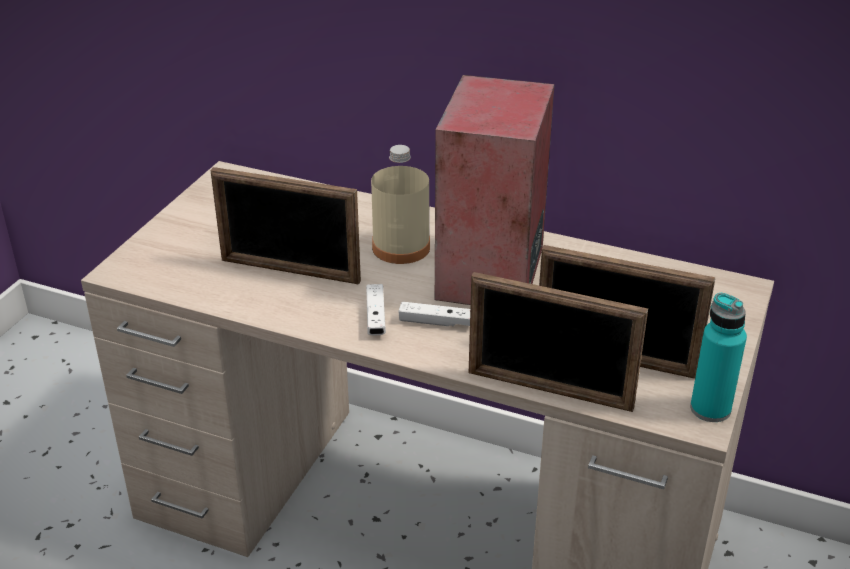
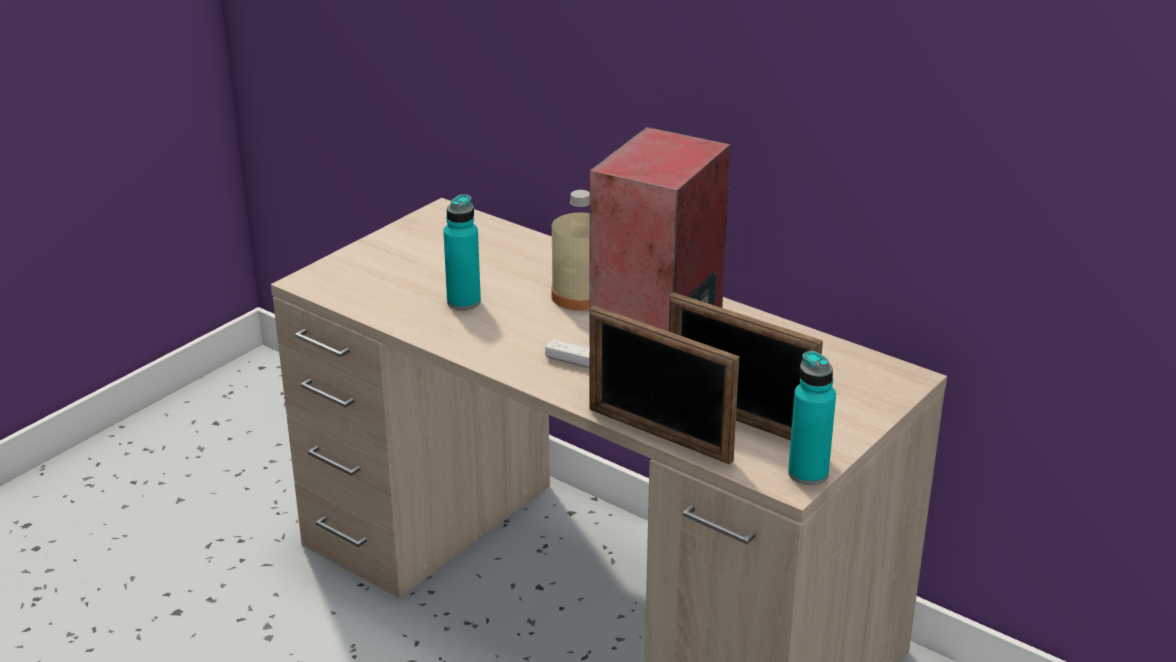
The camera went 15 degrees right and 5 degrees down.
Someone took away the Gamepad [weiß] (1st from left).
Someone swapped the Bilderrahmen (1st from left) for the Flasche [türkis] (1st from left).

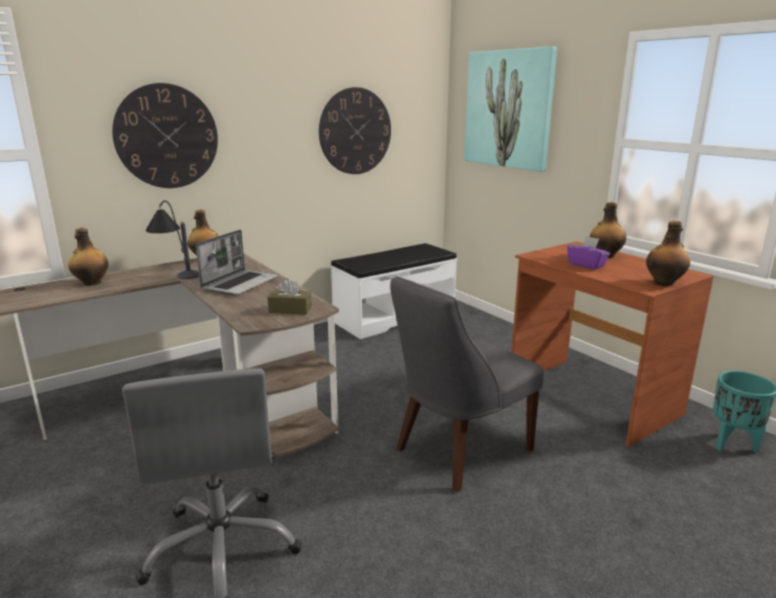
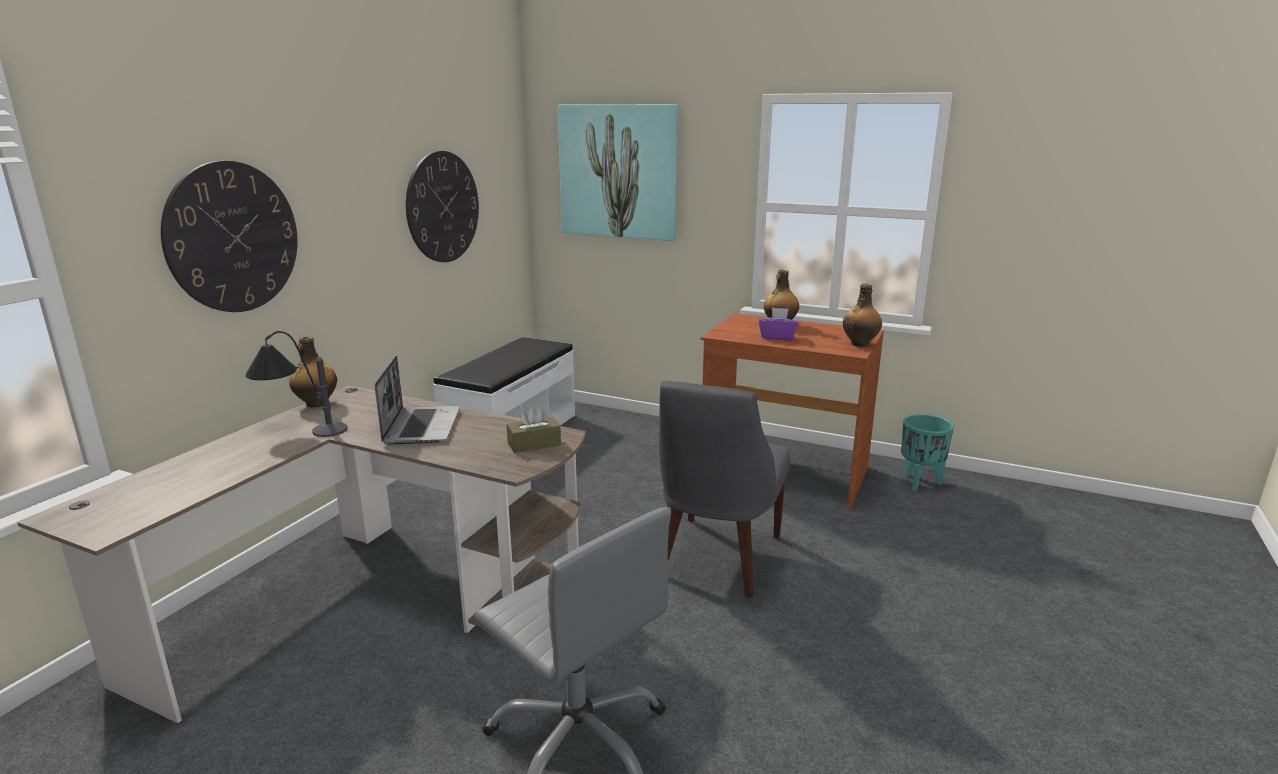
The camera went 30 degrees left and 0 degrees up.
Someone took away the Flasche (1st from left).

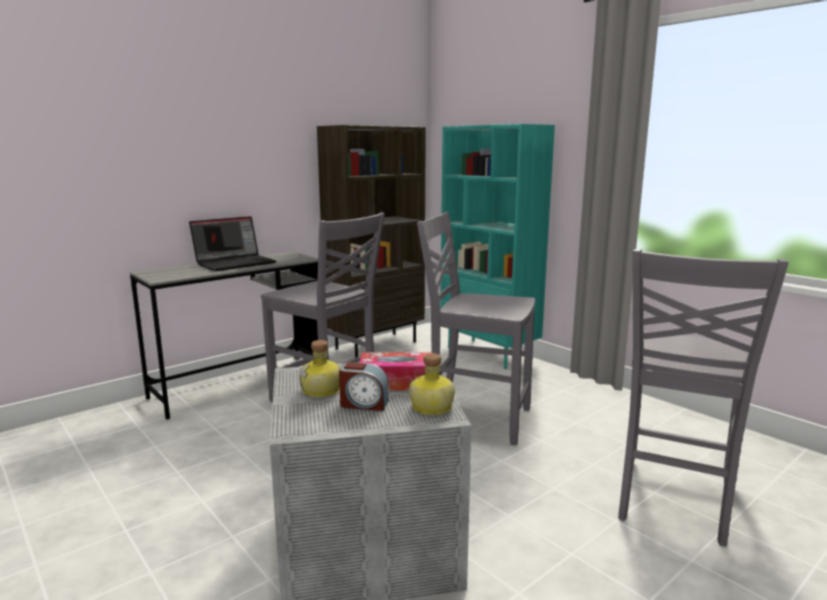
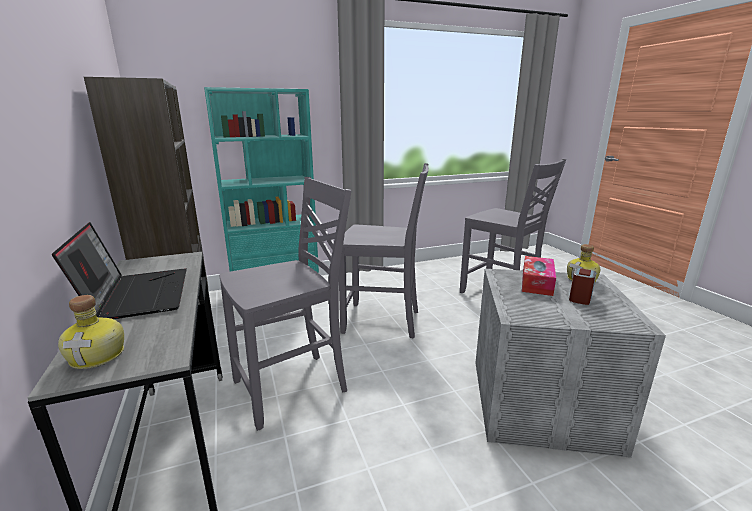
The camera went 70 degrees left and 5 degrees up.
Someone carried the Flasche (1st from left).
Someone rotated the Stuhl [grau] (2nd from left) by 120 degrees counterclockwise.

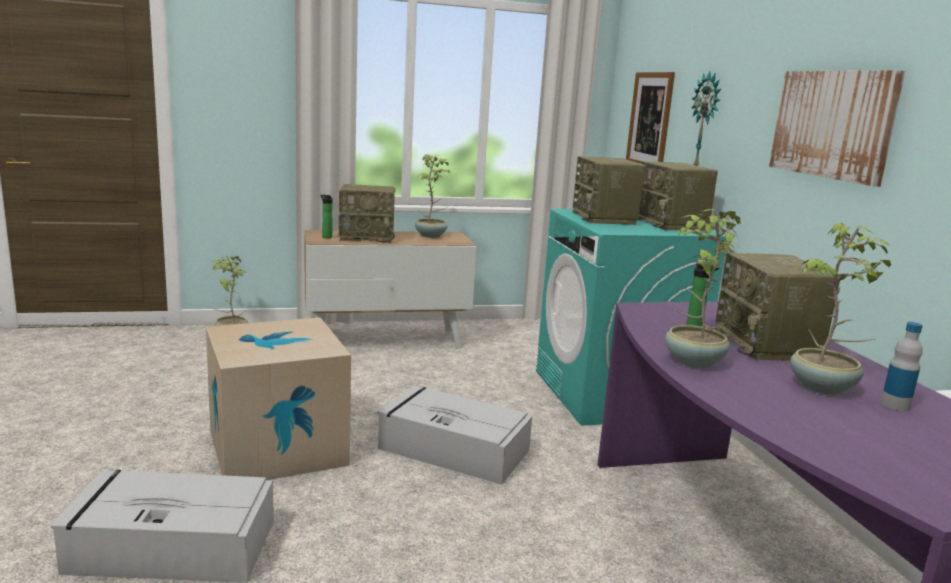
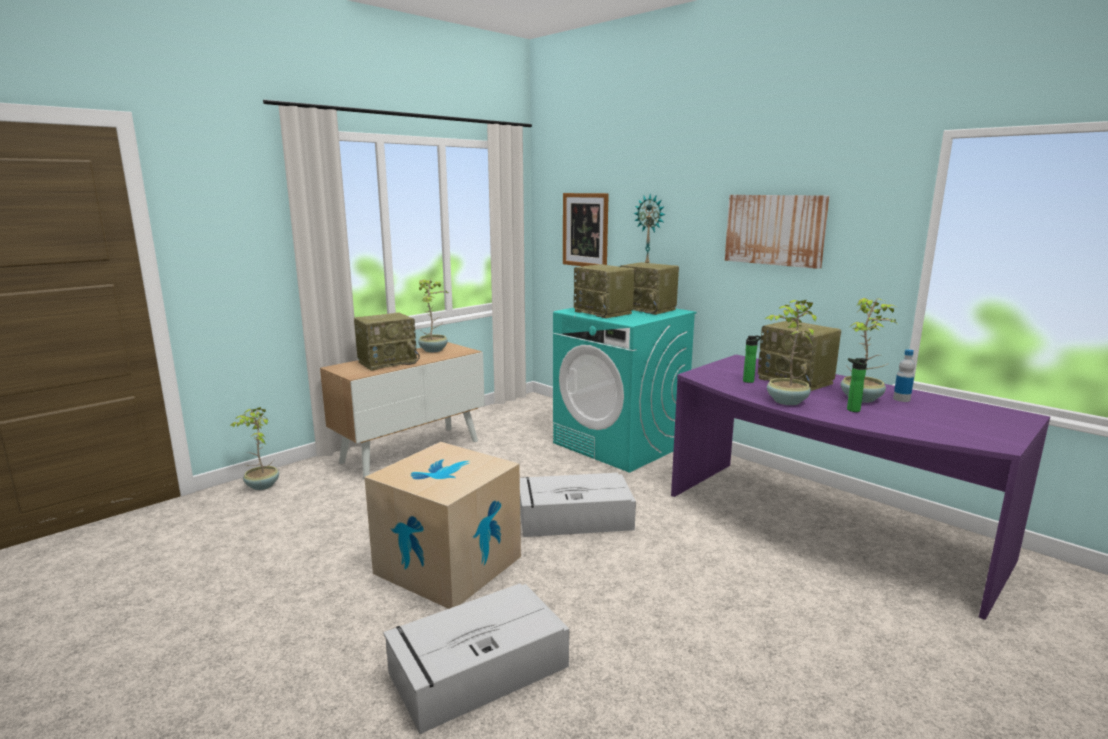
The camera went 30 degrees left and 0 degrees up.
Someone carried the Flasche (1st from left in the first image).

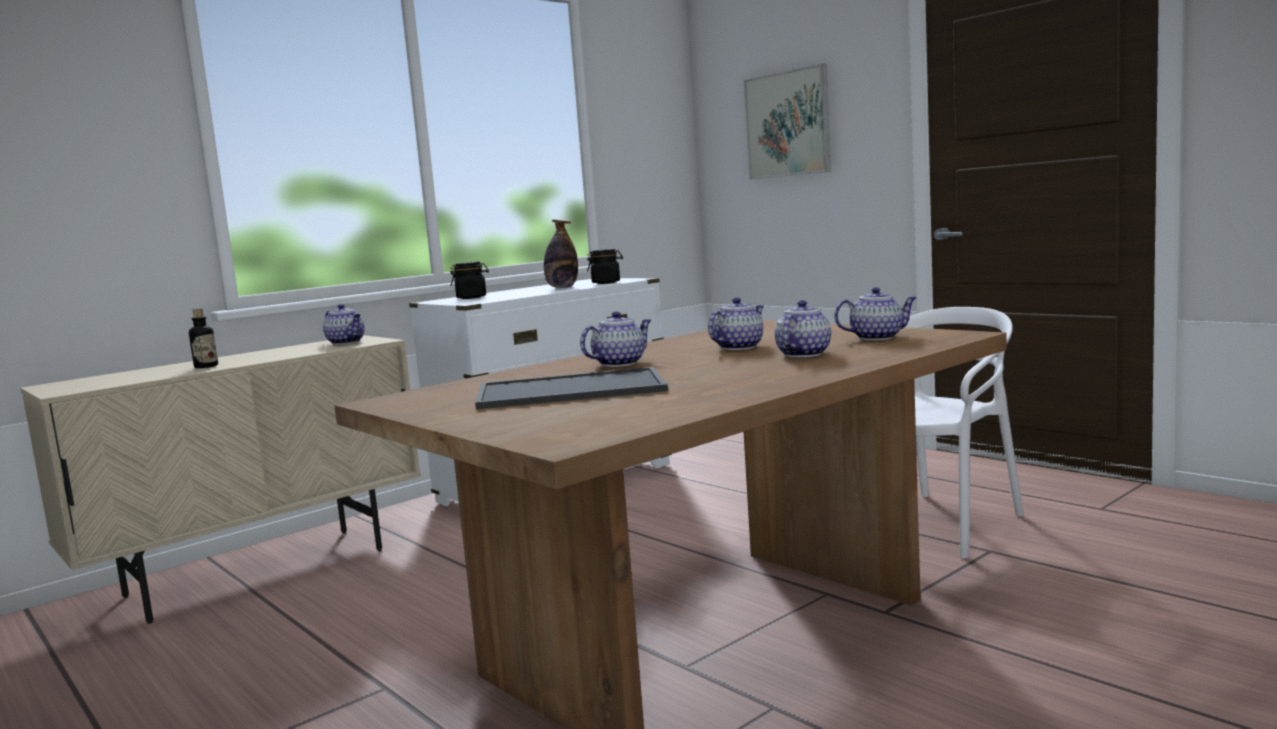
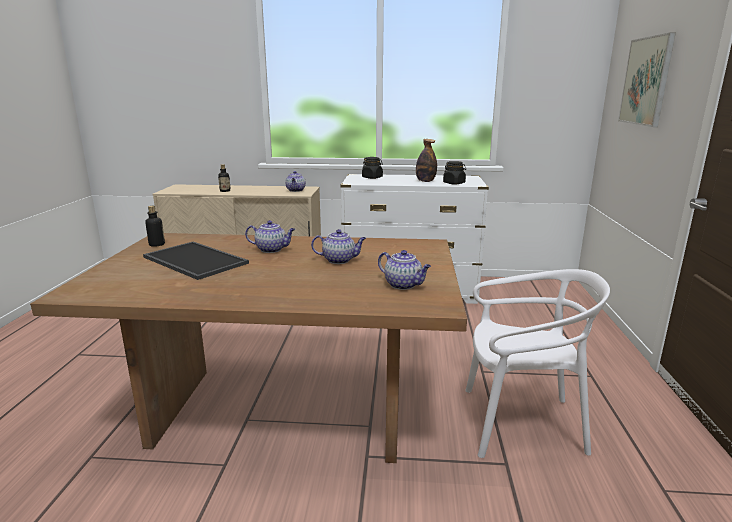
The camera went 45 degrees right and 10 degrees up.
Someone took away the Teekanne (4th from left).
Someone put down the Flasche (1st from left).

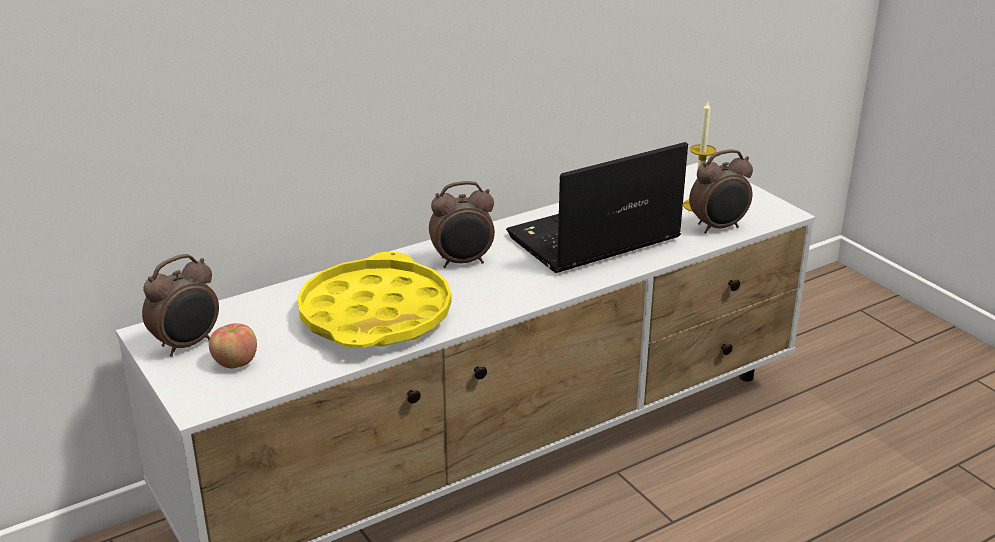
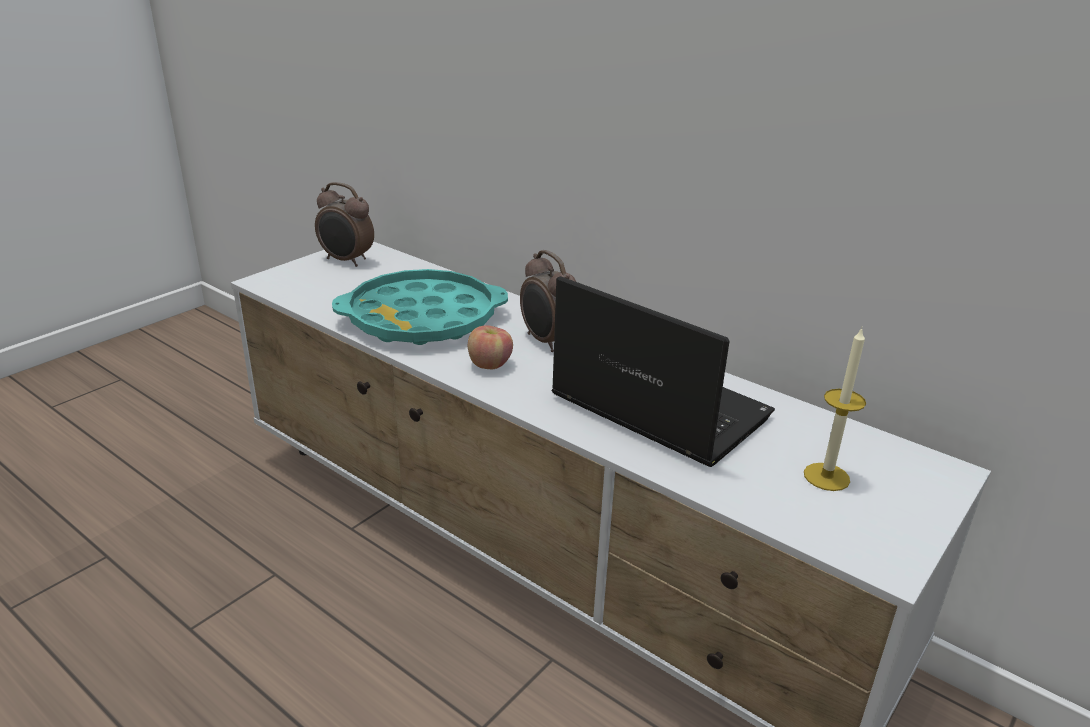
The camera went 70 degrees right and 0 degrees up.
Someone took away the Wecker (3rd from left).
Someone carried the Apfel.
Someone repainted the Tablett [gelb], which became the Tablett [türkis].

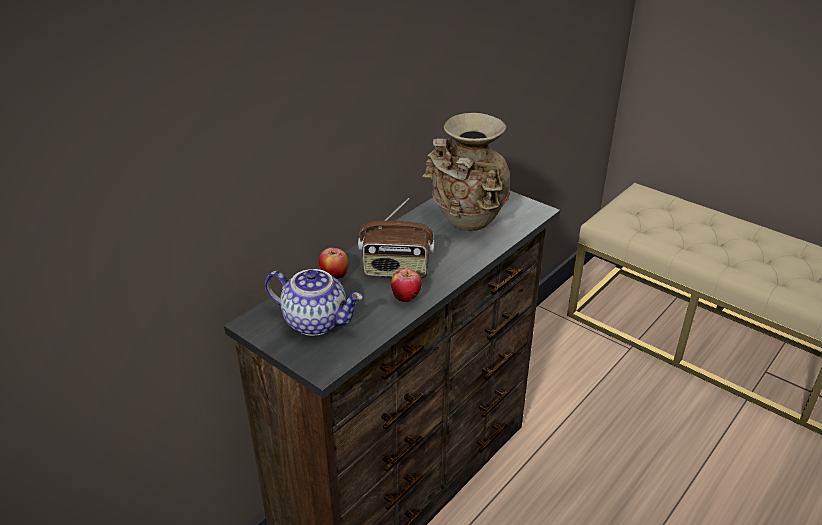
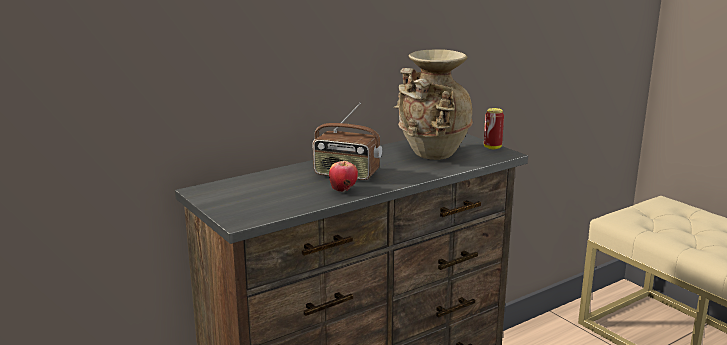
The camera went 15 degrees right and 15 degrees down.
Someone took away the Teekanne.
Someone took away the Apfel (1st from left).
Someone put down the Dose.

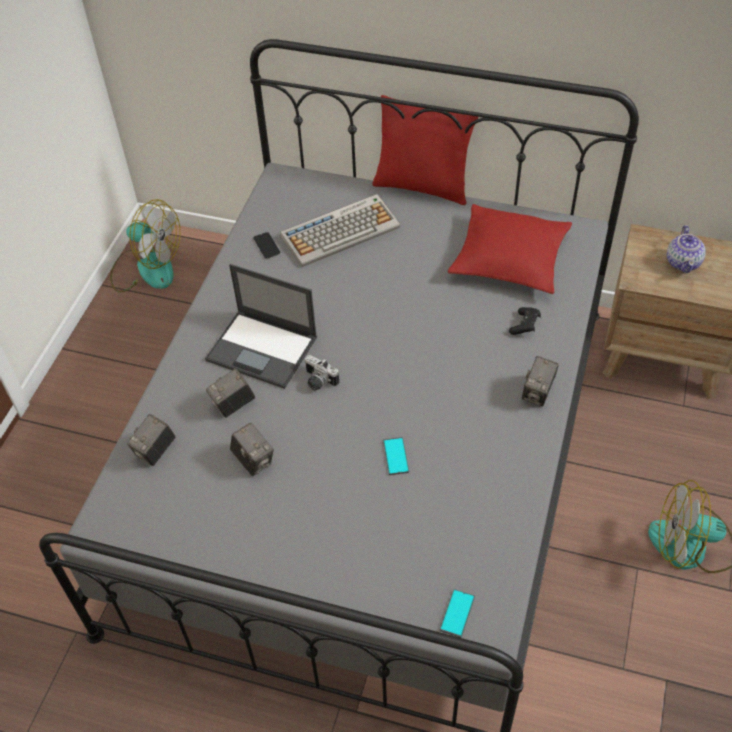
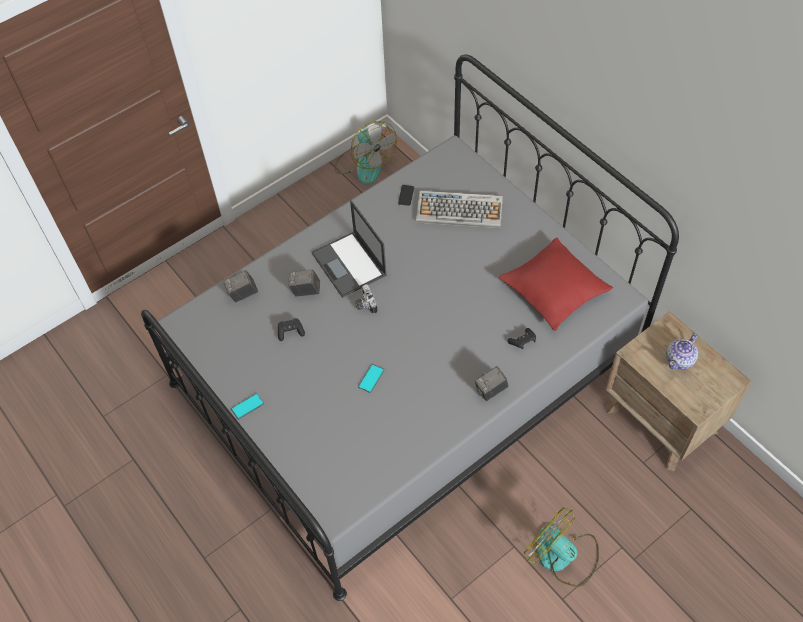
The camera went 35 degrees right and 5 degrees up.
Someone took away the Kissen [rot] (1st from left).
Someone carried the Handy (3rd from left in the first image).
Someone swapped the Kamera (3rd from left) for the Gamepad [schwarz] (1st from left).

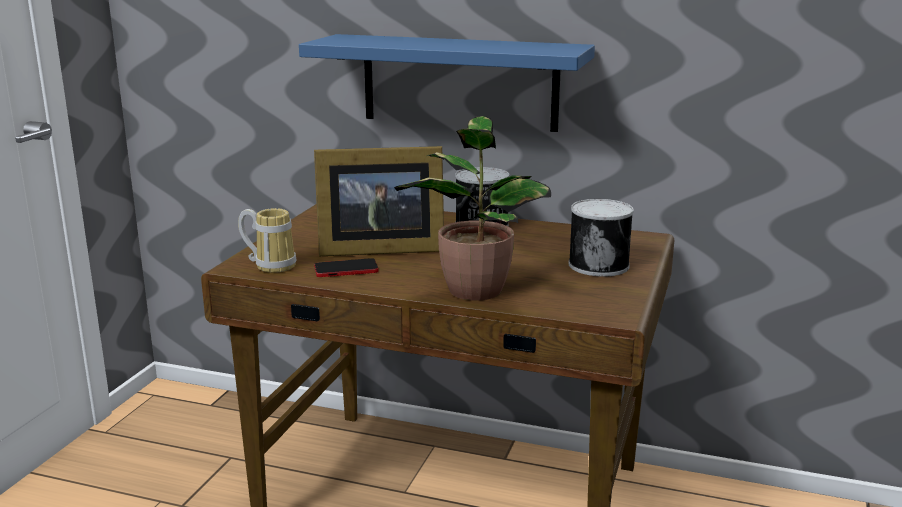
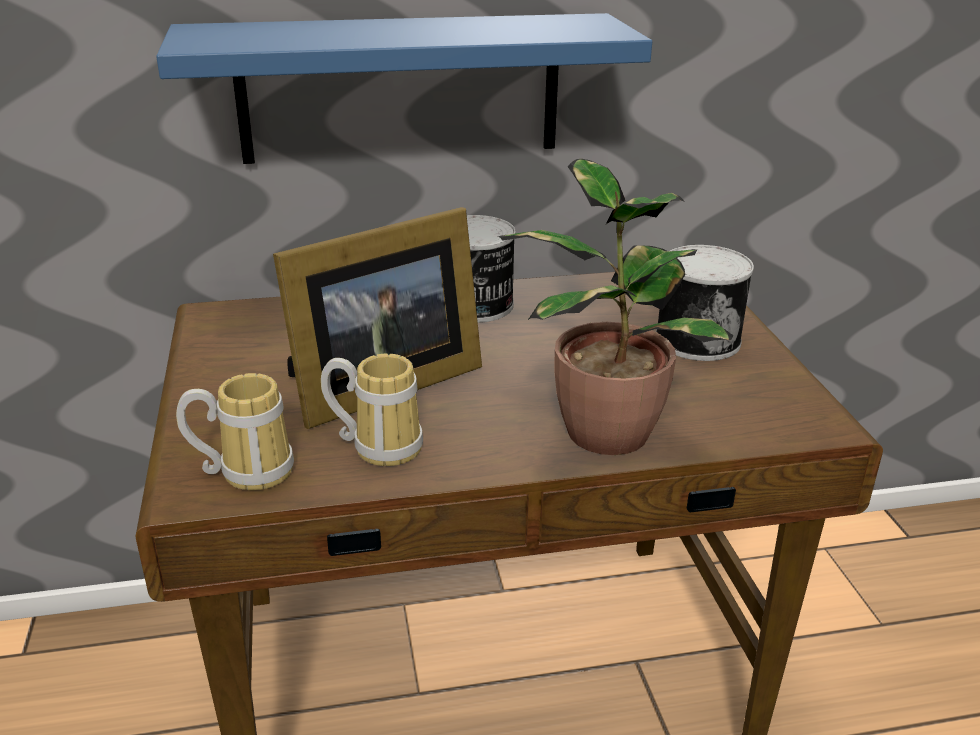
The camera went 30 degrees left and 10 degrees up.
Someone swapped the Handy for the Henkelbecher (2nd from left).

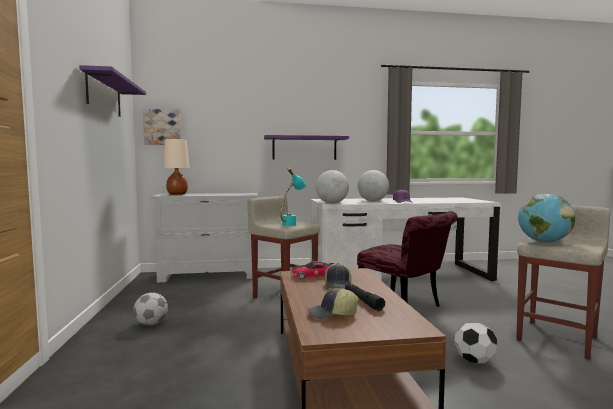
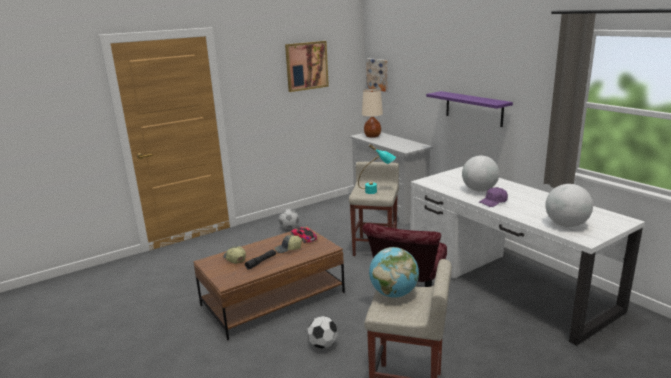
The camera went 65 degrees right and 15 degrees up.
Someone carried the Globus (1st from left in the first image).
Someone swapped the Wandregal [lila] (1st from left) for the Bild (1st from left).

